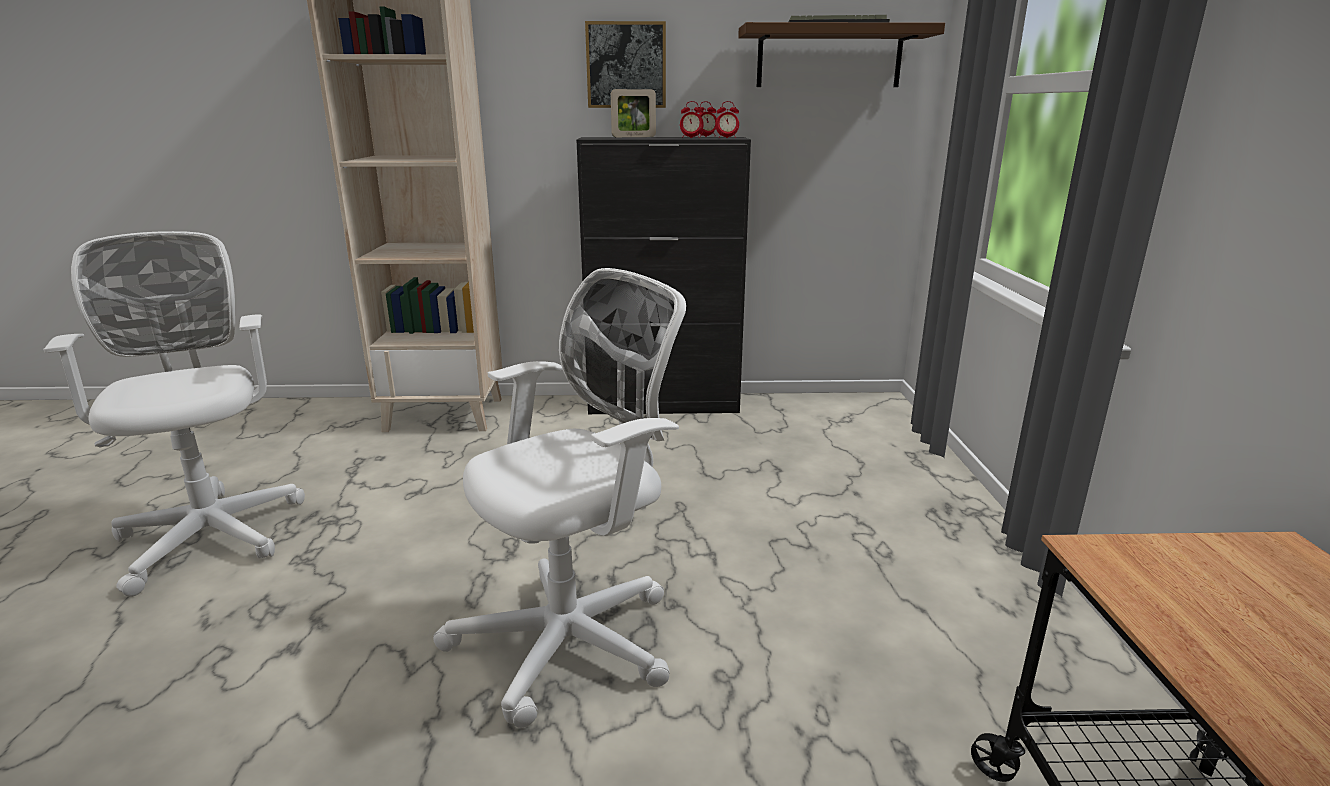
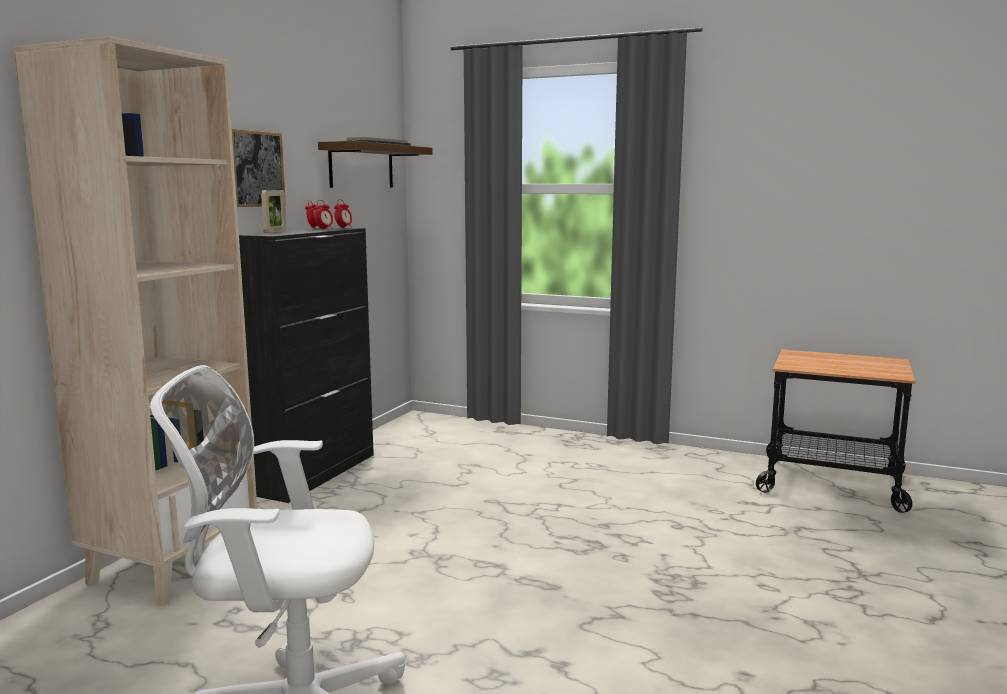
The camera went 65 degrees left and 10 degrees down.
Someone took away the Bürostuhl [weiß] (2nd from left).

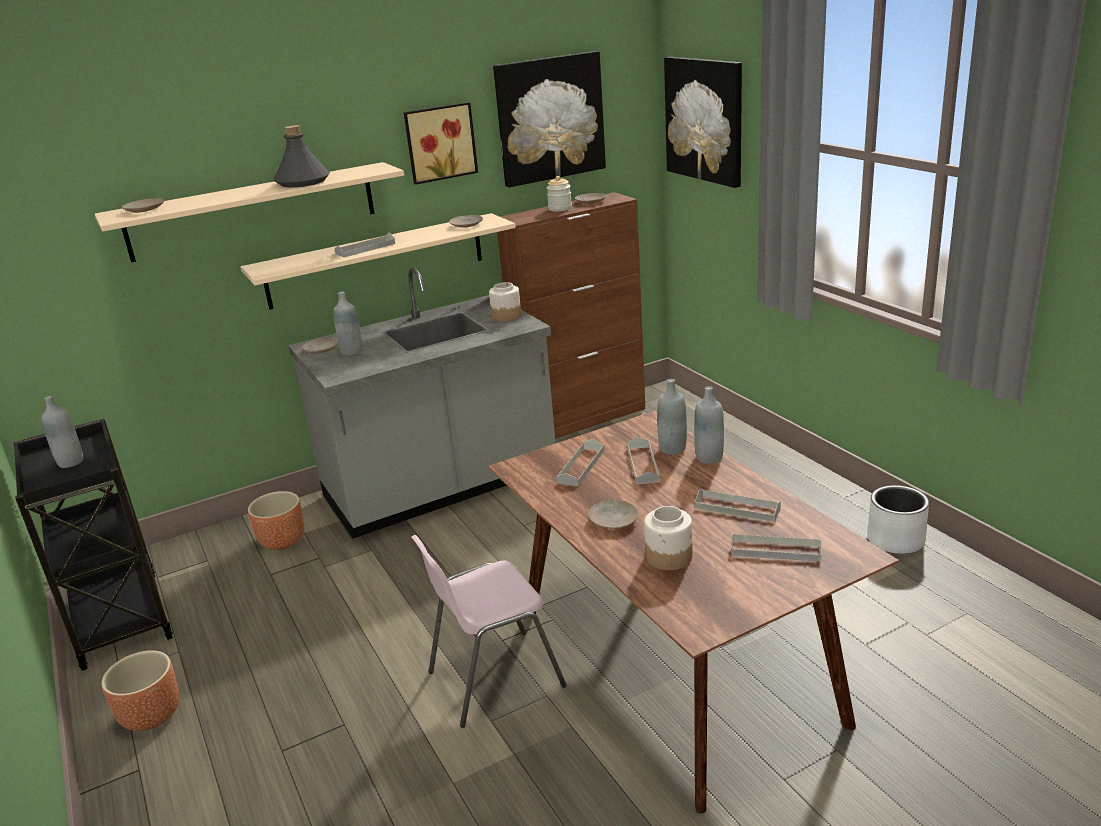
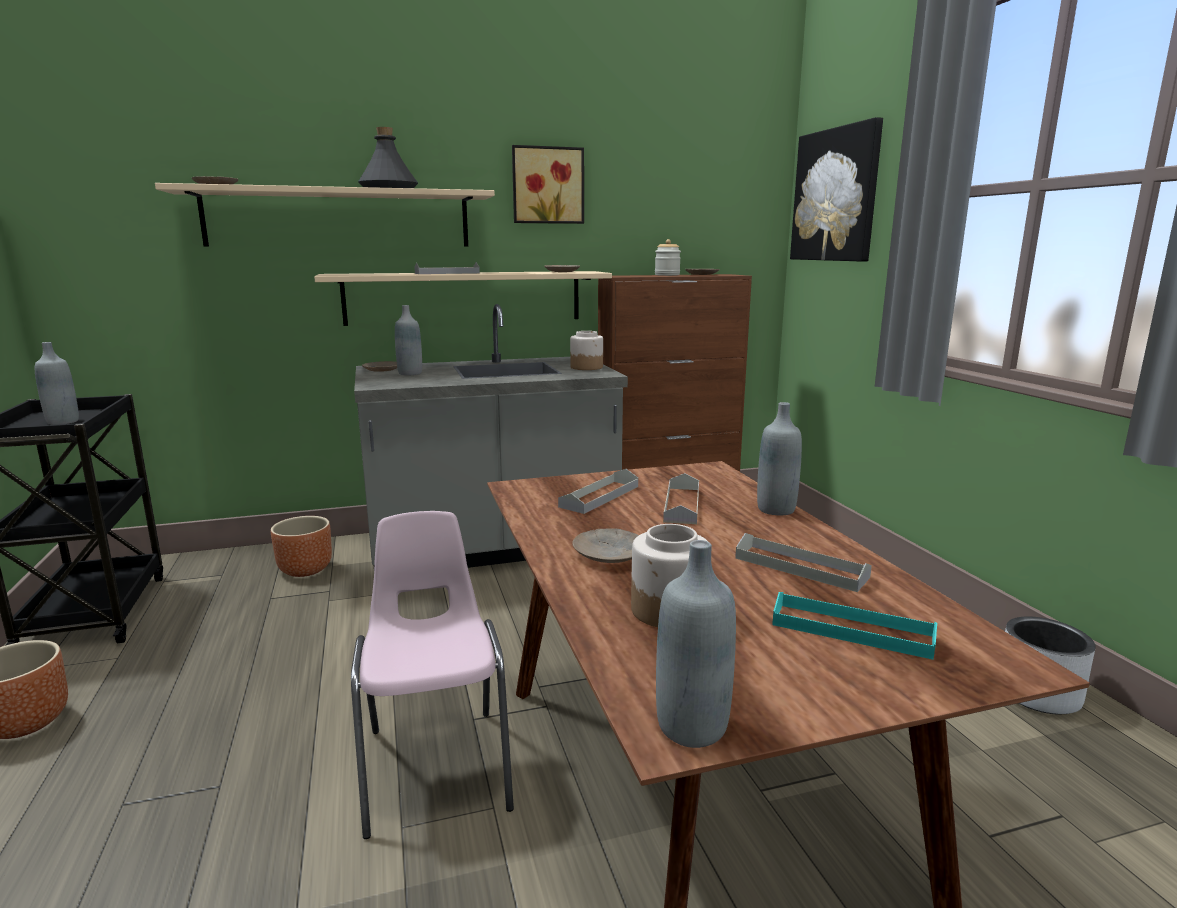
The camera went 10 degrees right and 10 degrees down.
Someone took away the Bild (2nd from left).
Someone carried the Flasche [grau] (4th from left).
Someone repainted the Tablett [grau] (5th from left), which became the Tablett [türkis].
Someone rotated the Stuhl [rosa] by 90 degrees clockwise.

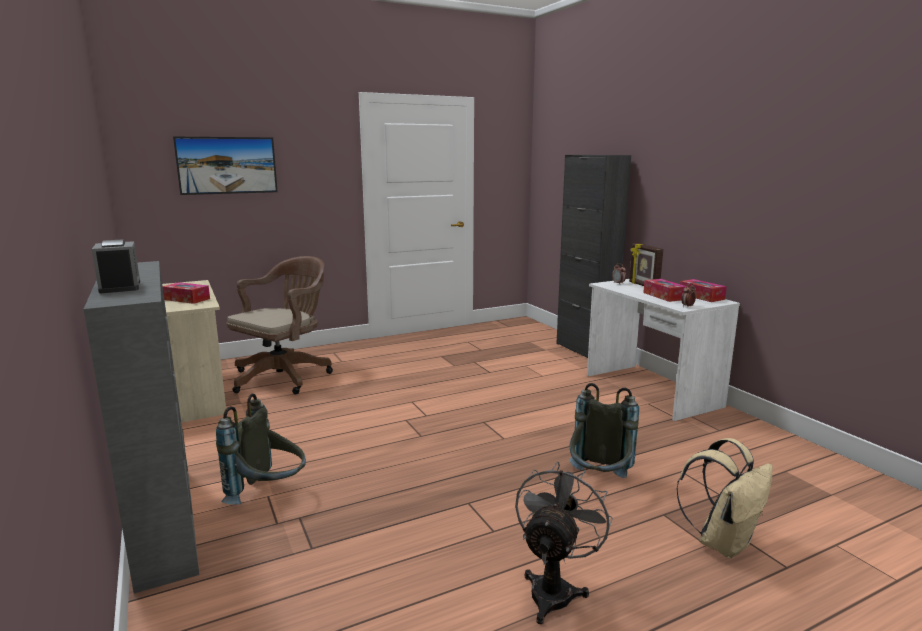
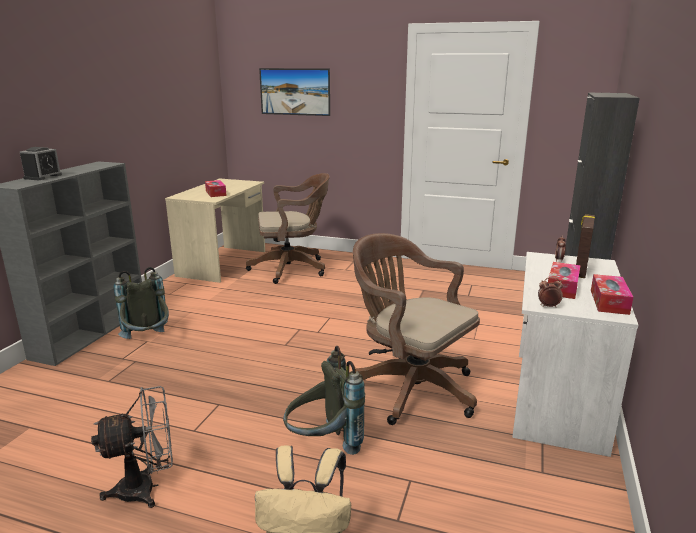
The camera went 45 degrees right and 5 degrees up.
Someone put down the Bürostuhl [braun] (2nd from left).

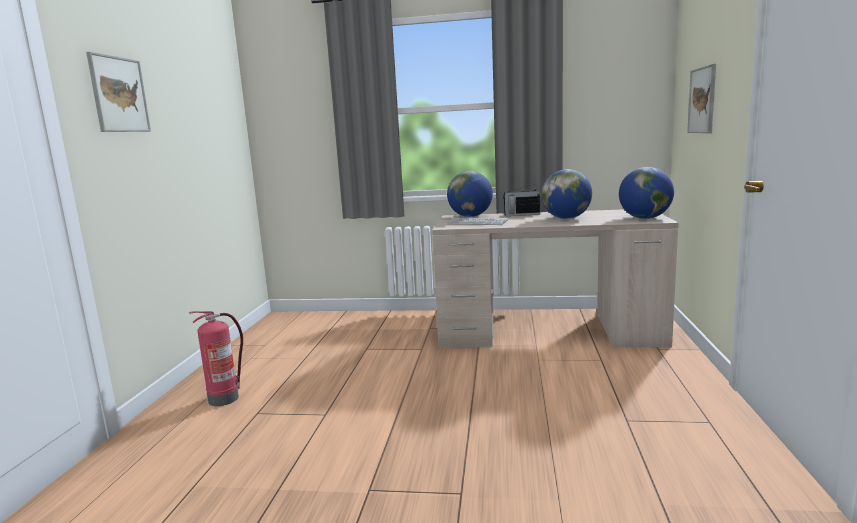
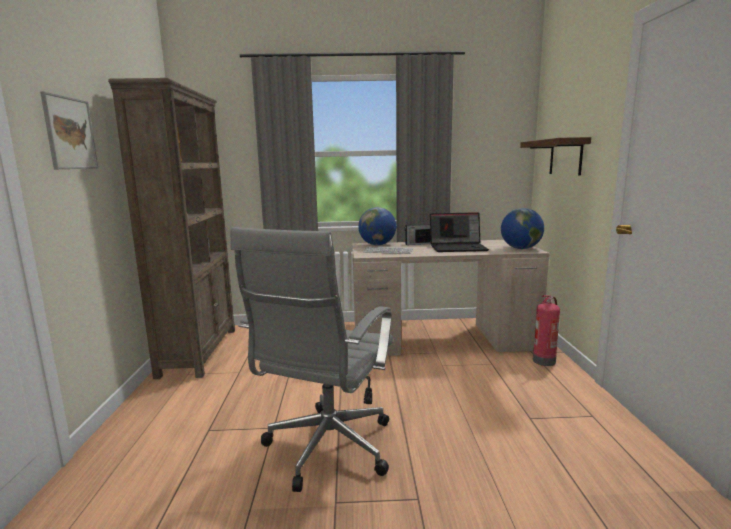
The camera went 10 degrees left and 0 degrees up.
Someone put down the Bücherregal [braun].
Someone put down the Bürostuhl [grau].
Someone carried the Feuerlöscher.
Someone swapped the Globus (2nd from left) for the Laptop.
Someone swapped the Bild (2nd from left) for the Wandregal.

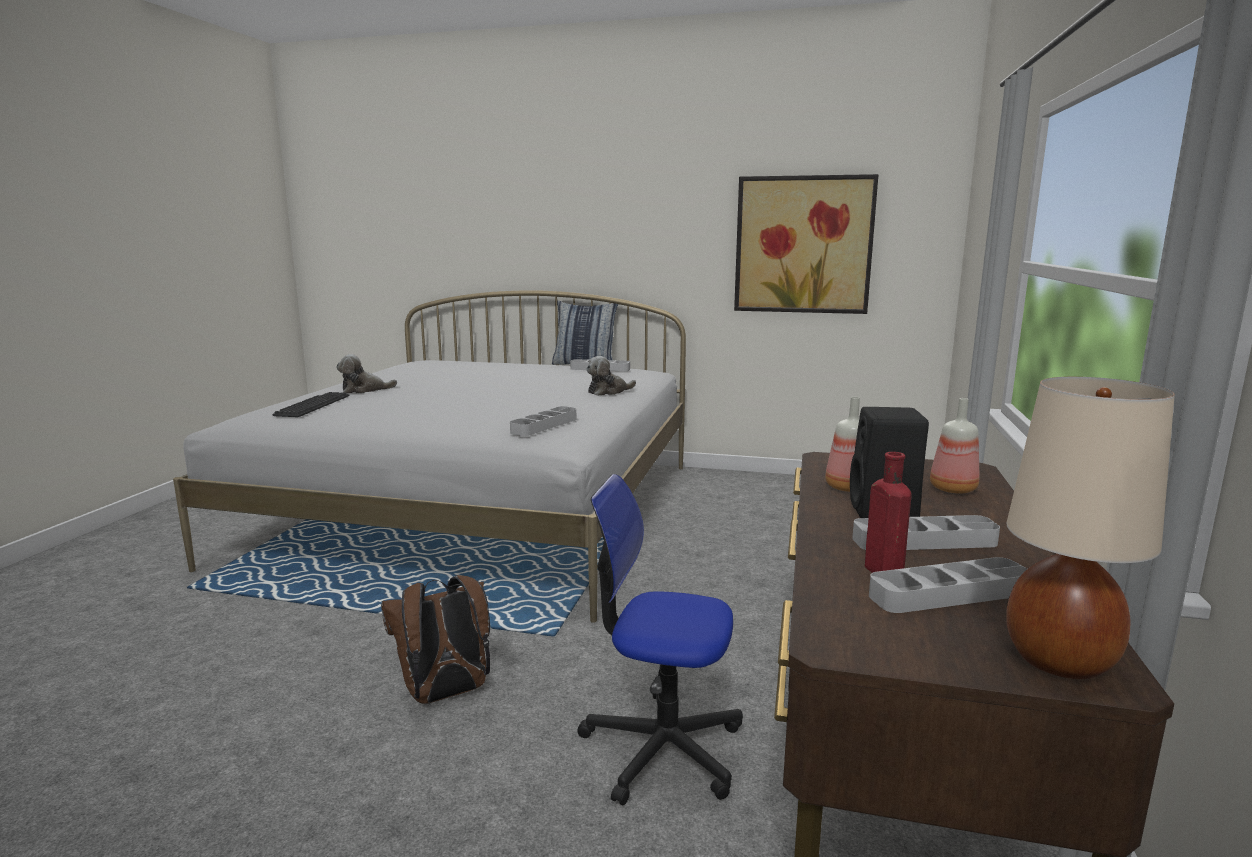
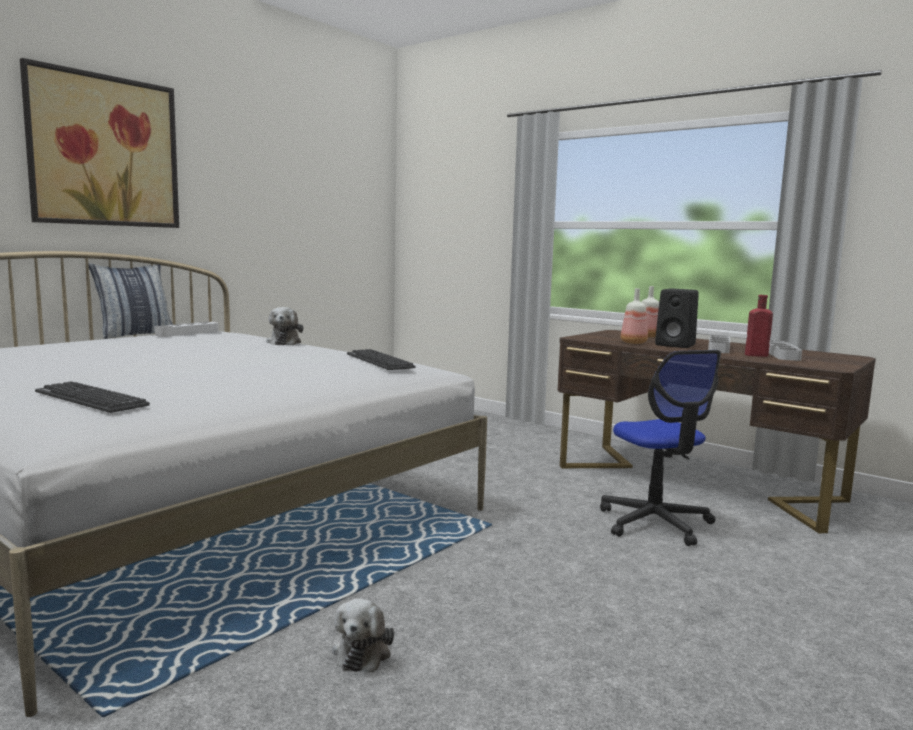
The camera went 65 degrees left and 5 degrees down.
Someone took away the Rucksack [braun].
Someone took away the Tischlampe [beige].
Someone carried the Plüschtier (1st from left in the first image).
Someone carried the Bild.
Someone swapped the Tablett [grau] (1st from left) for the Tastatur (2nd from left).
Someone rotated the Bürostuhl by 60 degrees counterclockwise.

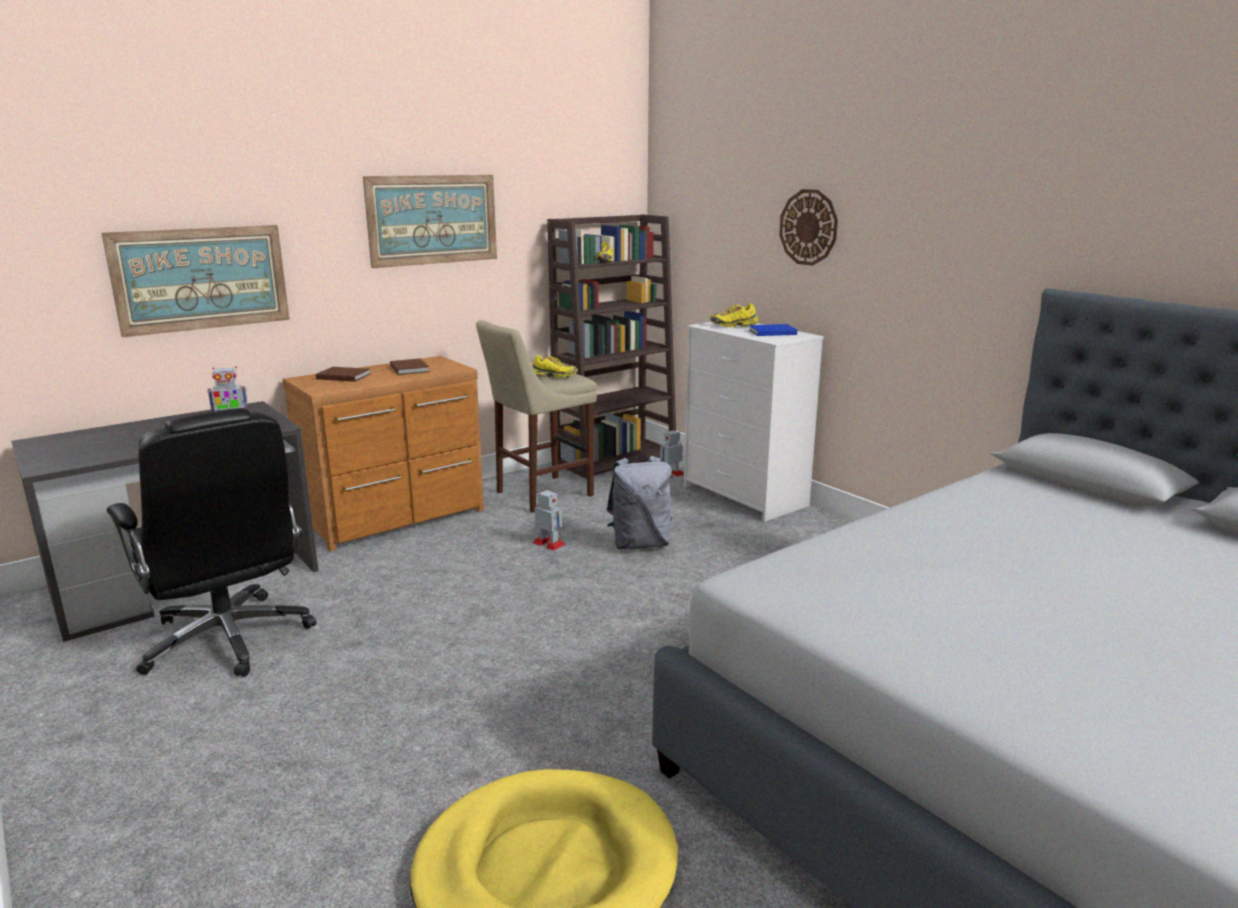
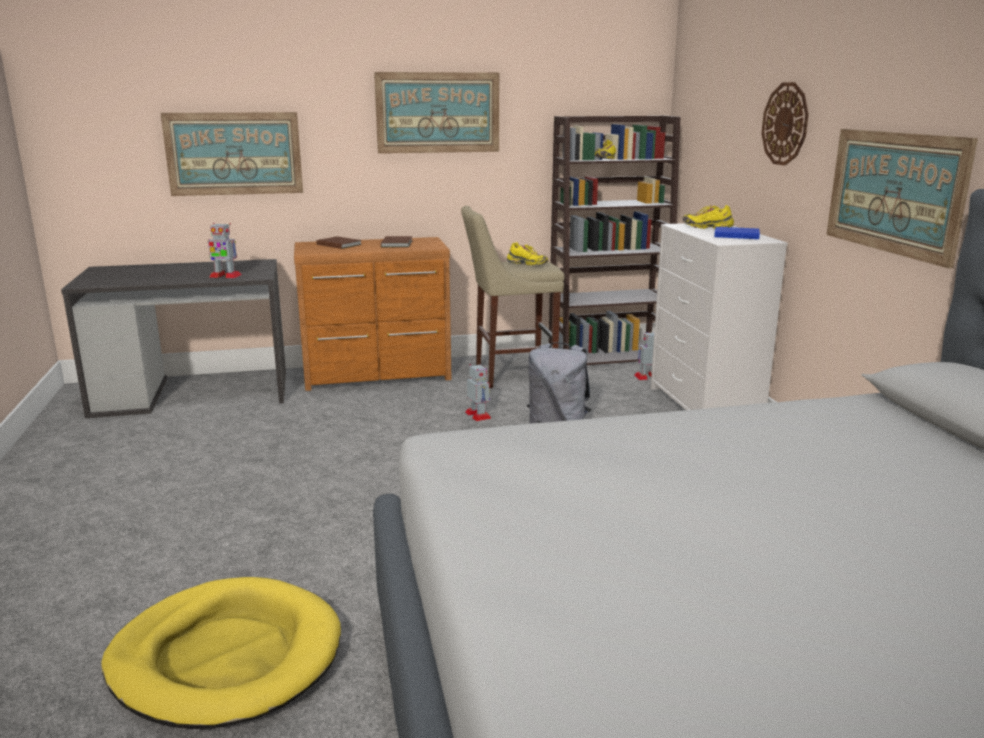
The camera went 25 degrees right and 0 degrees up.
Someone took away the Bürostuhl [schwarz].
Someone put up the Bild (3rd from left).

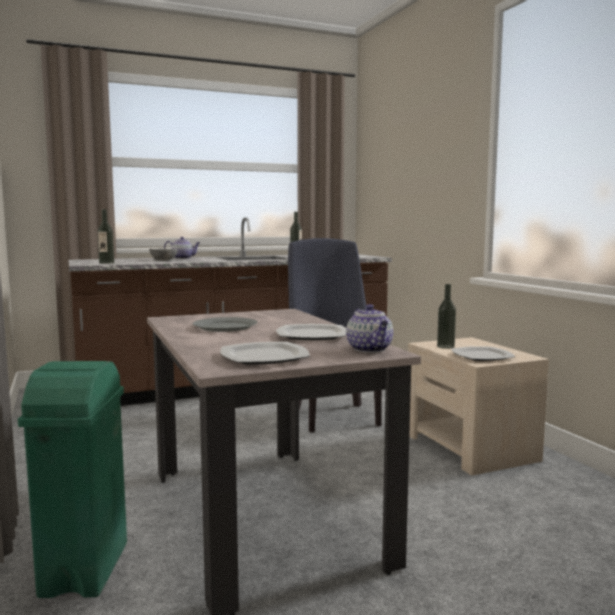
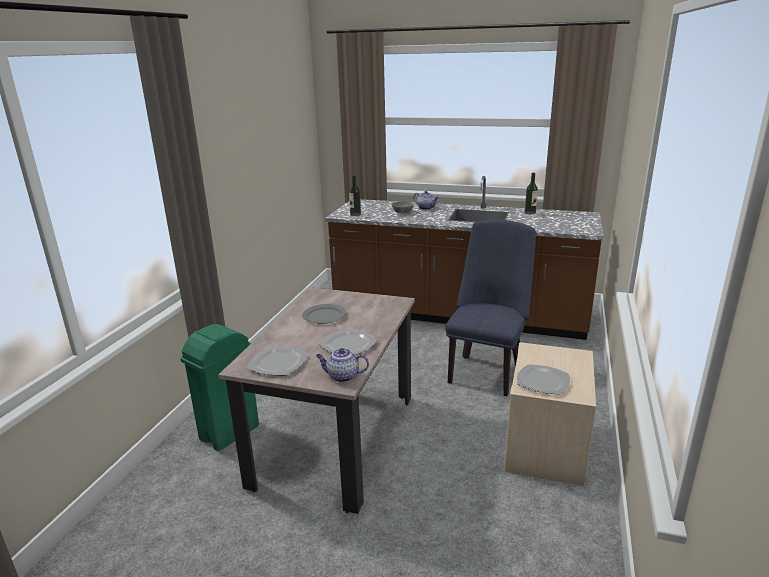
The camera went 40 degrees right and 15 degrees up.
Someone took away the Flasche (3rd from left).
Someone rotated the Teekanne (2nd from left in the first image) by 75 degrees clockwise.

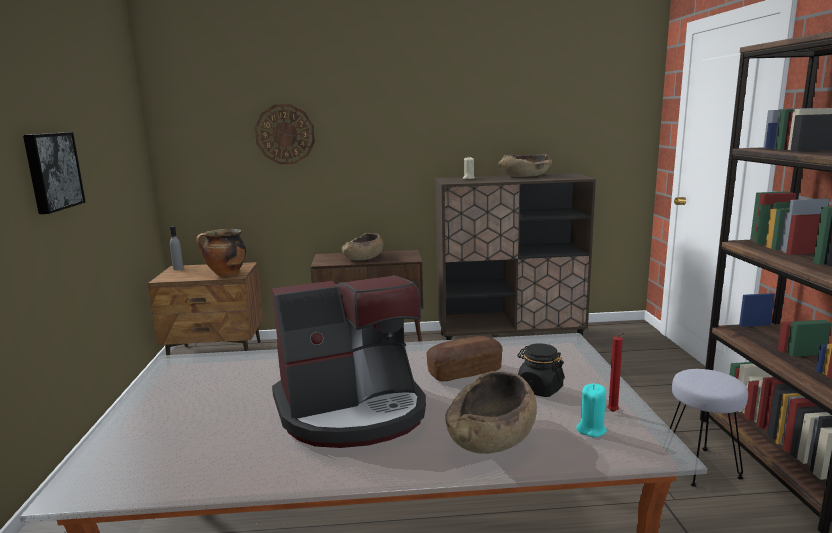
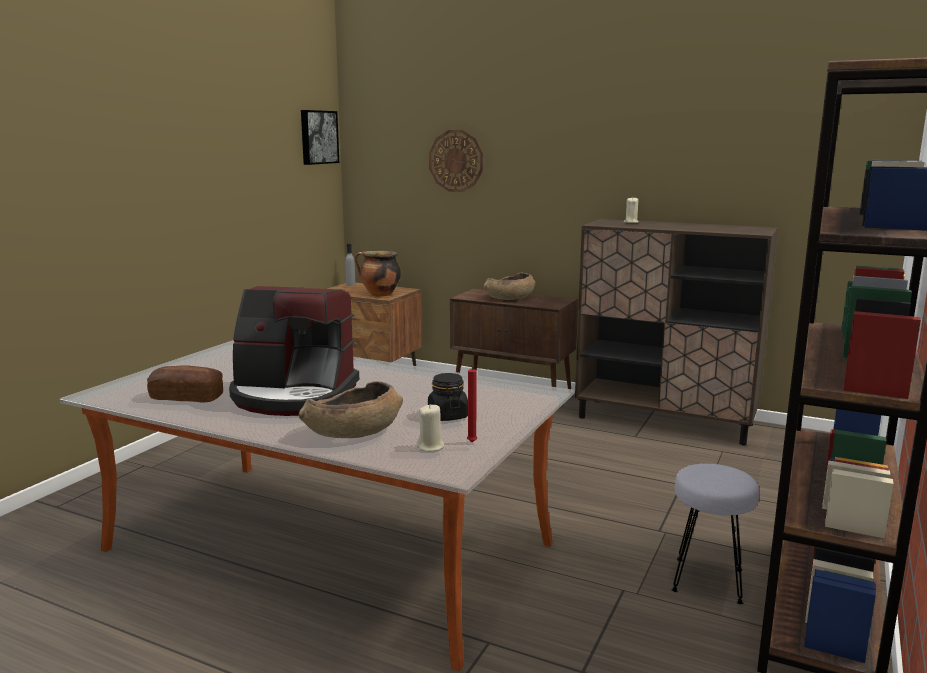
The camera went 30 degrees right and 0 degrees up.
Someone took away the Schüssel [braun] (3rd from left).
Someone carried the Bild.
Someone carried the Brot.
Someone repainted the Kerze [türkis], which became the Kerze [beige] (1st from left).

